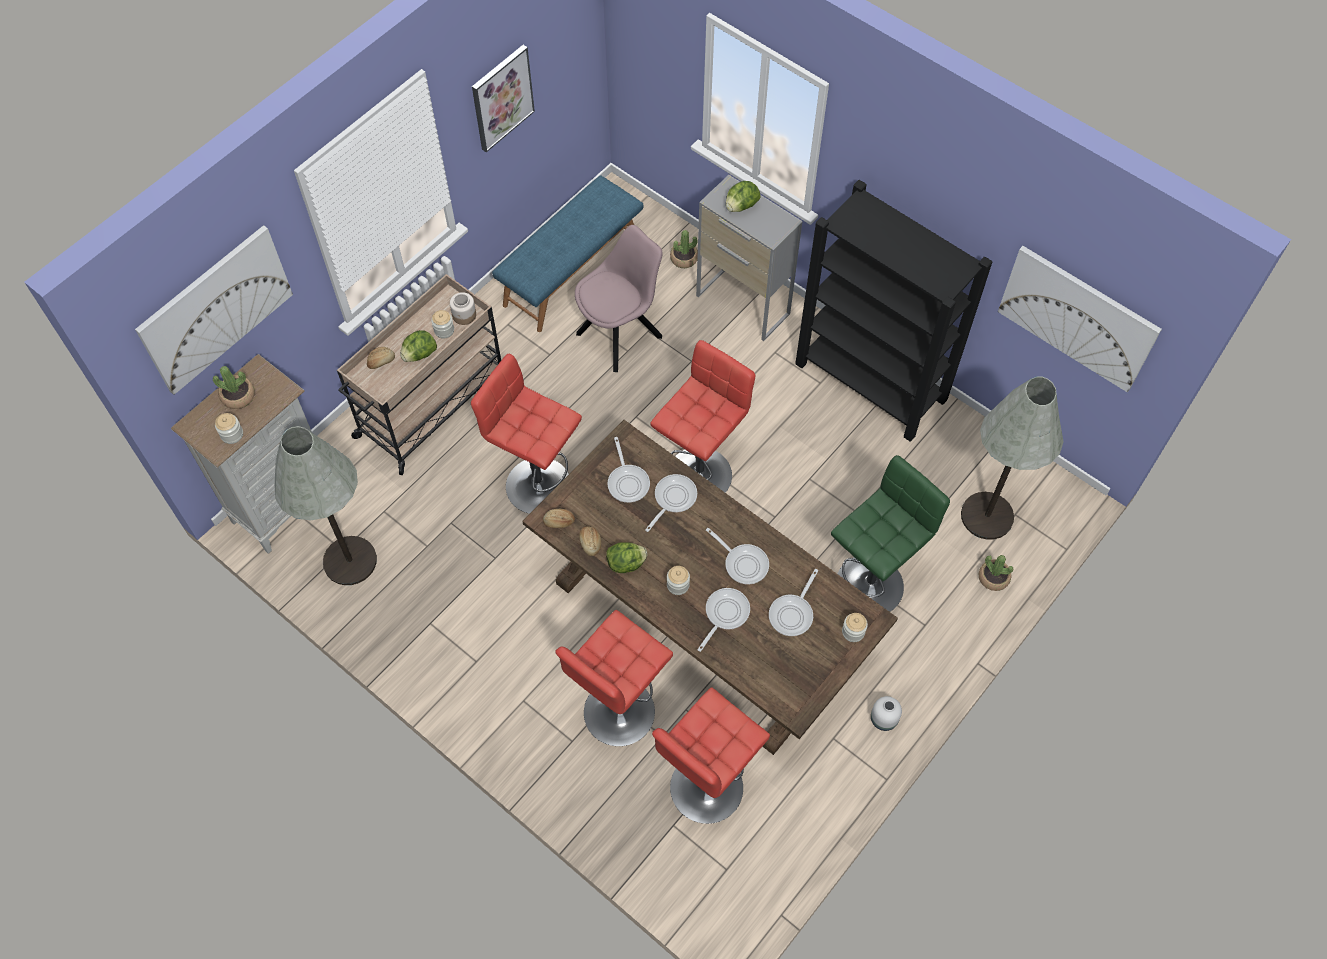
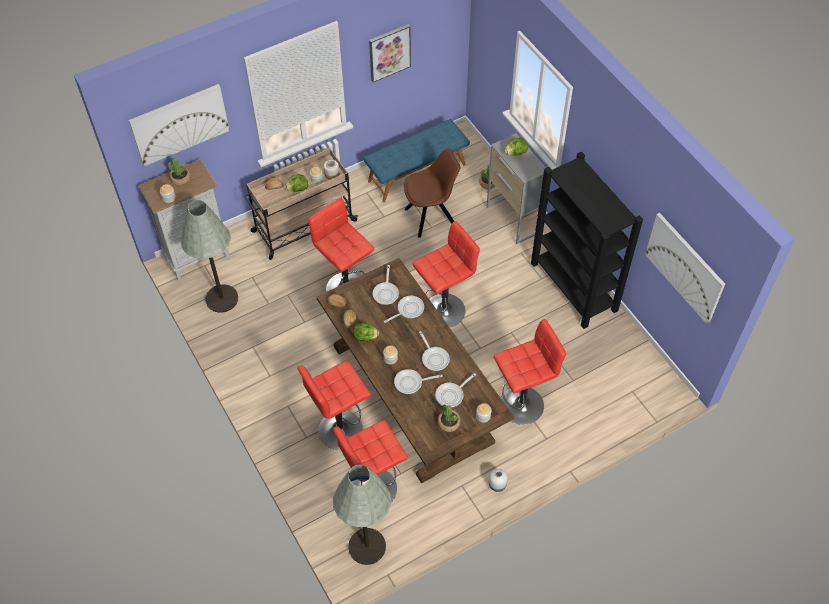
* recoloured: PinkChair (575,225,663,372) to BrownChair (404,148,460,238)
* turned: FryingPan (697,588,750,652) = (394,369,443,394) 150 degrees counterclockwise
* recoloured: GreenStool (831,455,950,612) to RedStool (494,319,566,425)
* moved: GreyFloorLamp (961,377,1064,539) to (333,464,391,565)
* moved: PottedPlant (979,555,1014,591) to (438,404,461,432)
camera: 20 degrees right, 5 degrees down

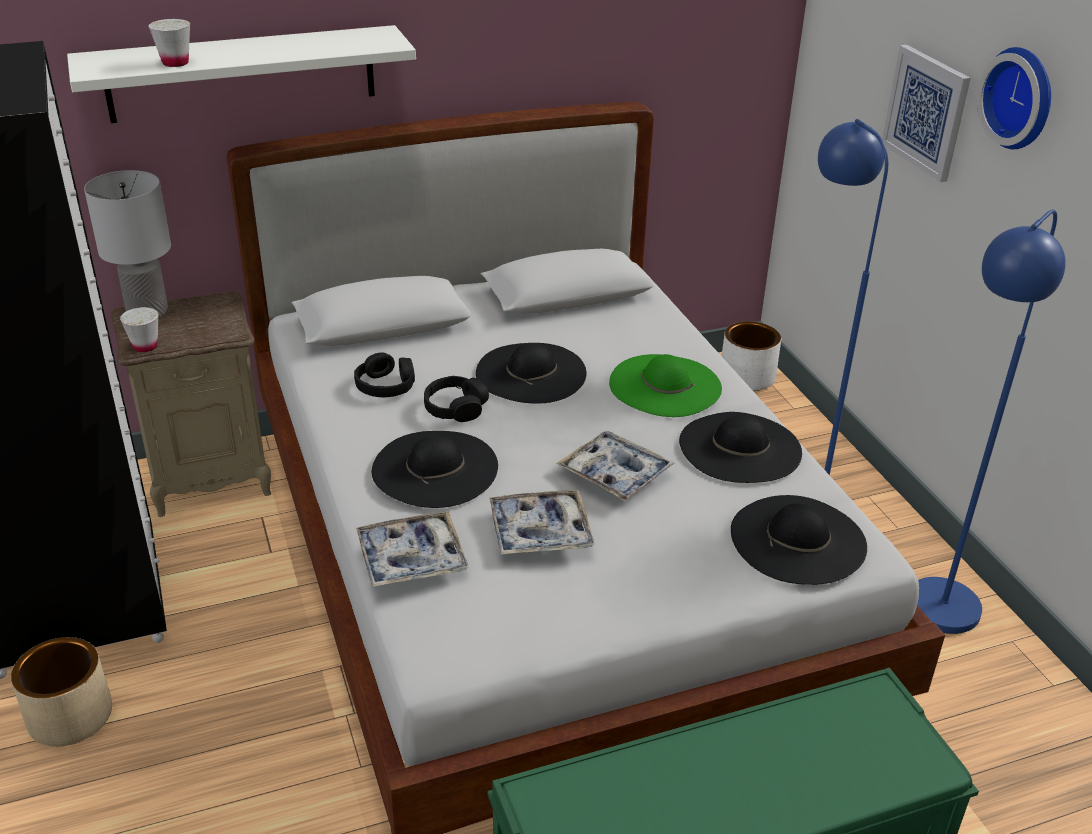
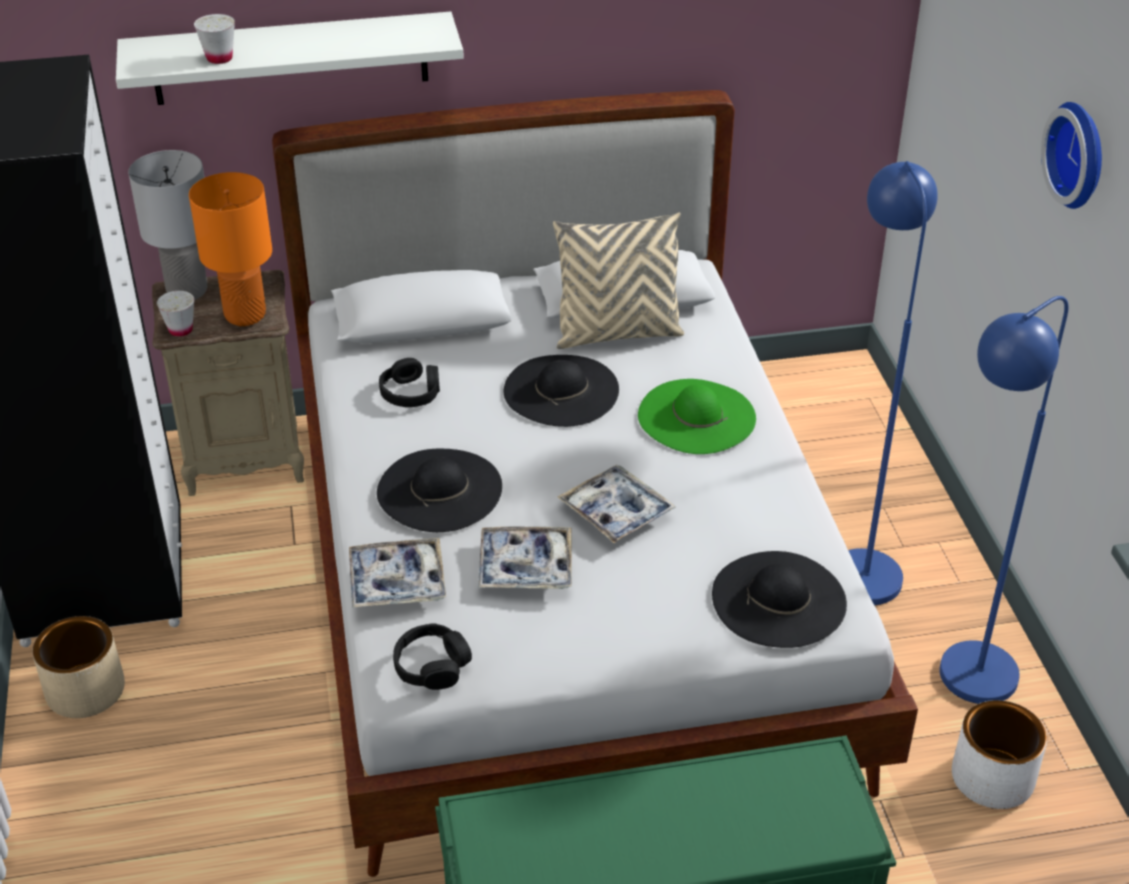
* moved: BlackHeadphones (424,376,489,422) to (393,624,472,690)
* removed: BlackHat (679,412,802,483)
* moved: WhitePlanter (722,321,781,391) to (952,700,1047,809)
* removed: Picture (882,45,971,182)
* added: OrangeTableLamp (189,172,272,326)
* added: BeigePillow (553,213,684,349)
camera: 10 degrees right, 5 degrees up

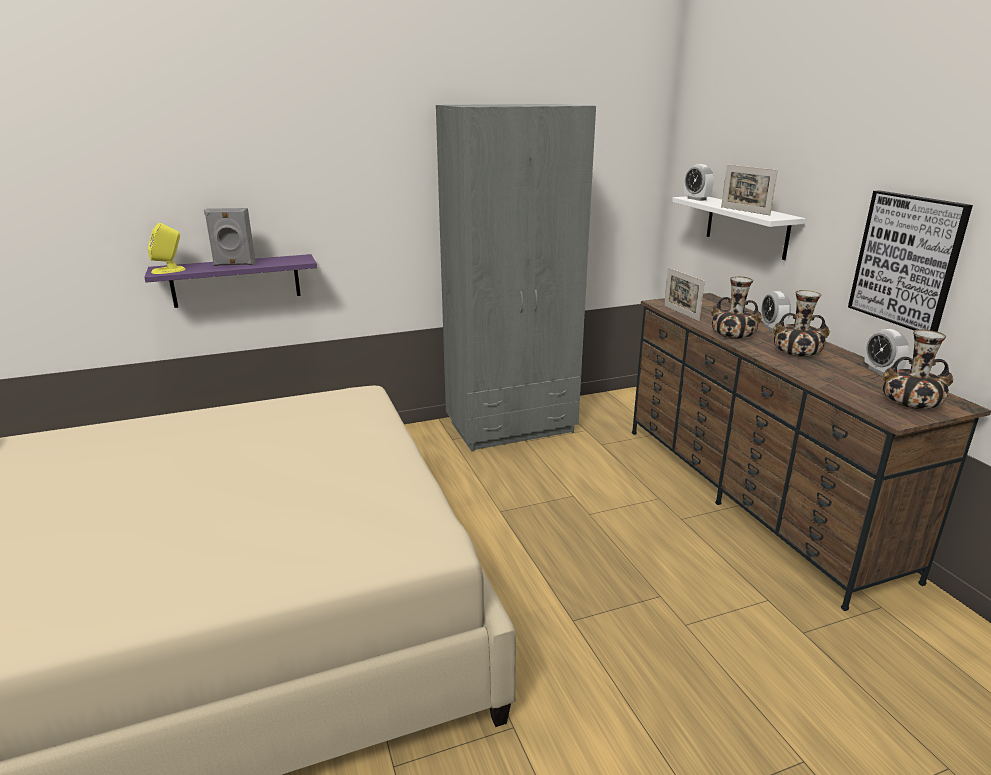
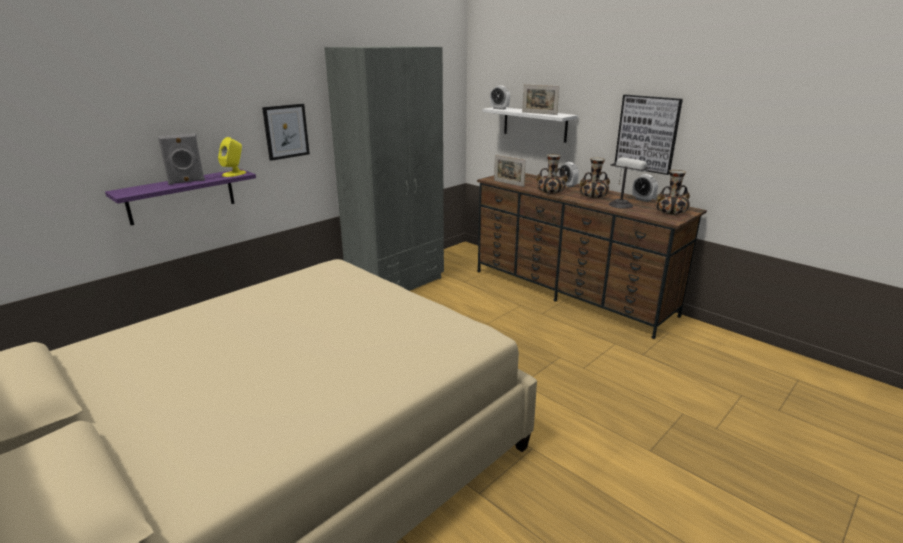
* moved: YellowSpeaker (148,223,185,274) to (218,137,246,177)
* added: Picture (262,104,310,161)
* added: TableLamp (609,157,649,209)
camera: 25 degrees left, 0 degrees up

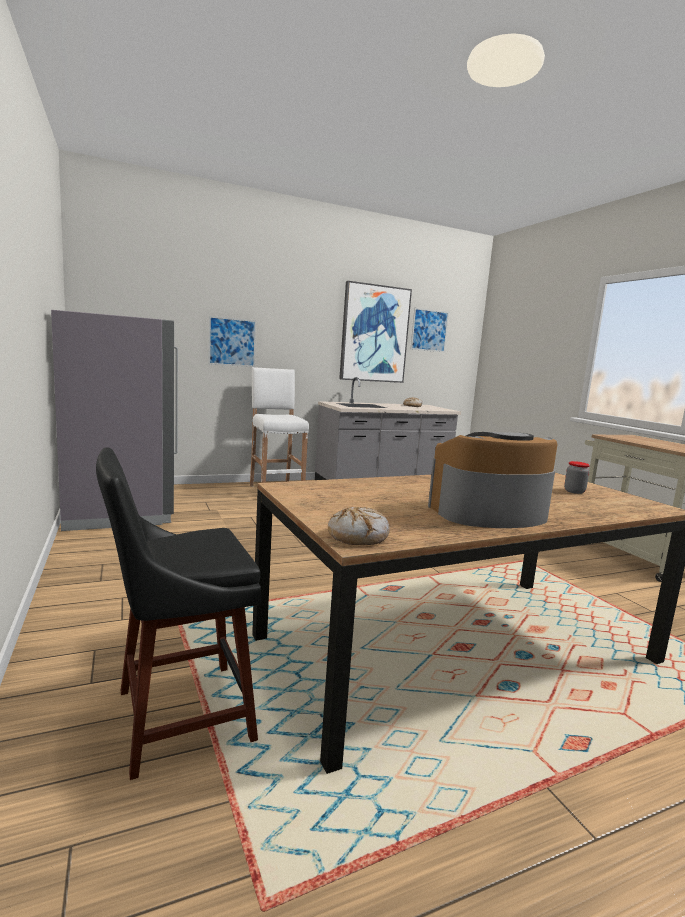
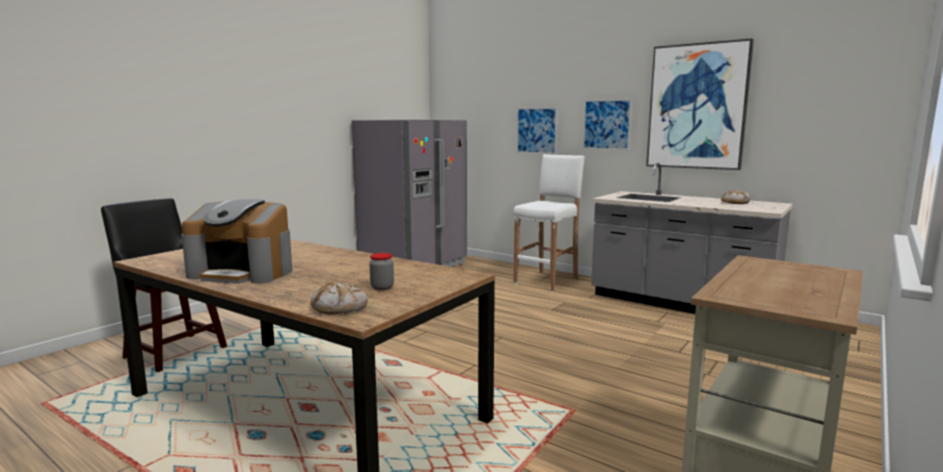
* moved: Bread (328,507,390,545) to (311,281,368,315)
* moved: Picture (410,308,449,352) to (583,99,632,150)
* turned: CoffeeMachine (428,432,558,528) = (182,199,292,284) 150 degrees clockwise
camera: 60 degrees right, 0 degrees up

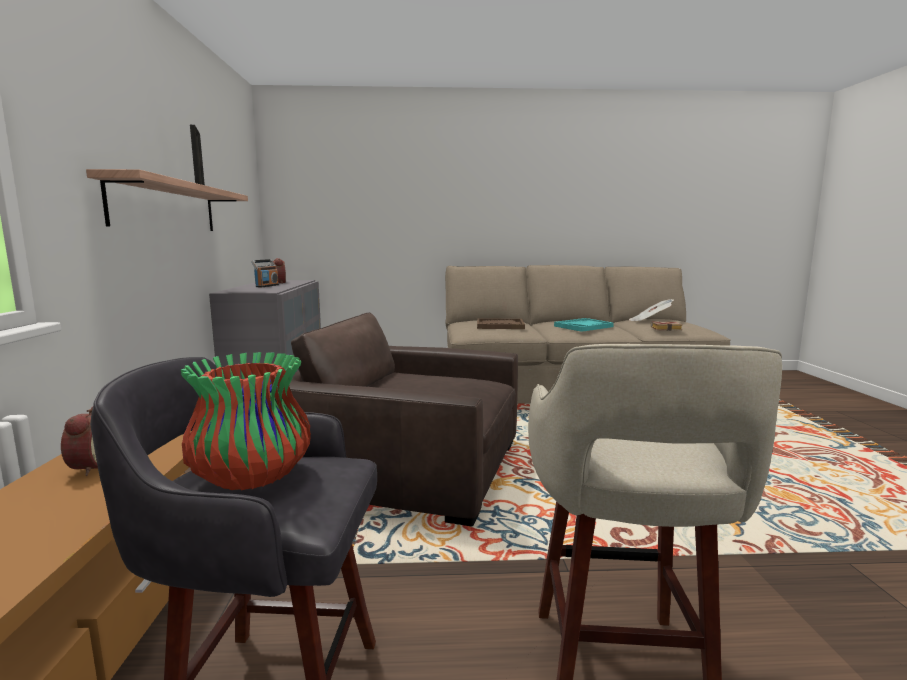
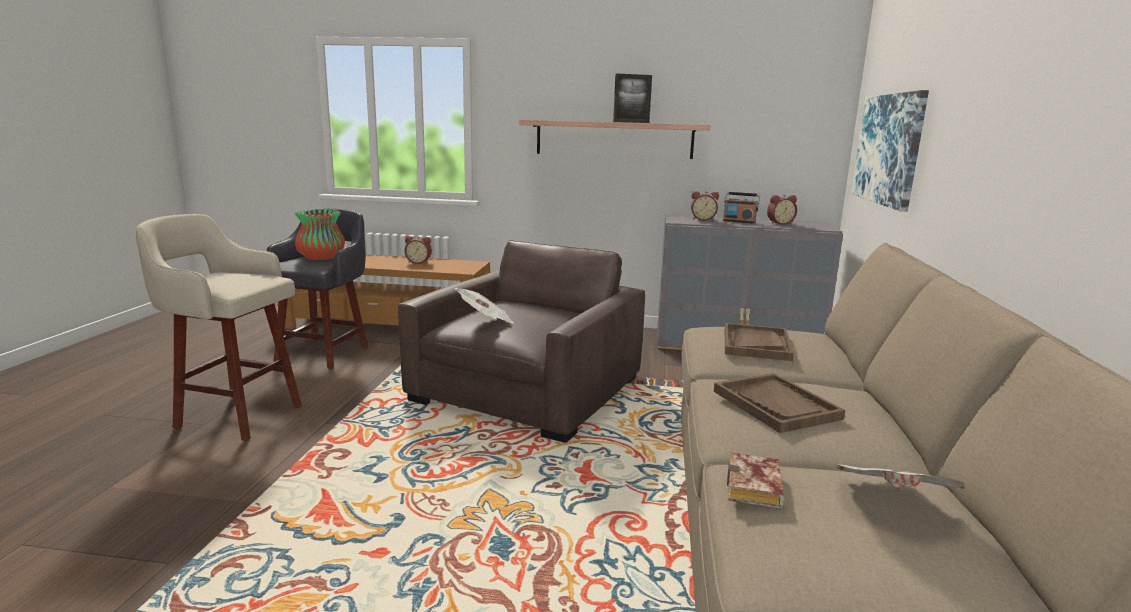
* recoloured: TurquoiseTray (554,318,614,332) to BrownTray (714,373,845,433)
* added: Newspaper (455,288,514,323)
* added: AlarmClock (691,191,719,221)
* added: Picture (851,90,929,212)
camera: 100 degrees right, 5 degrees up

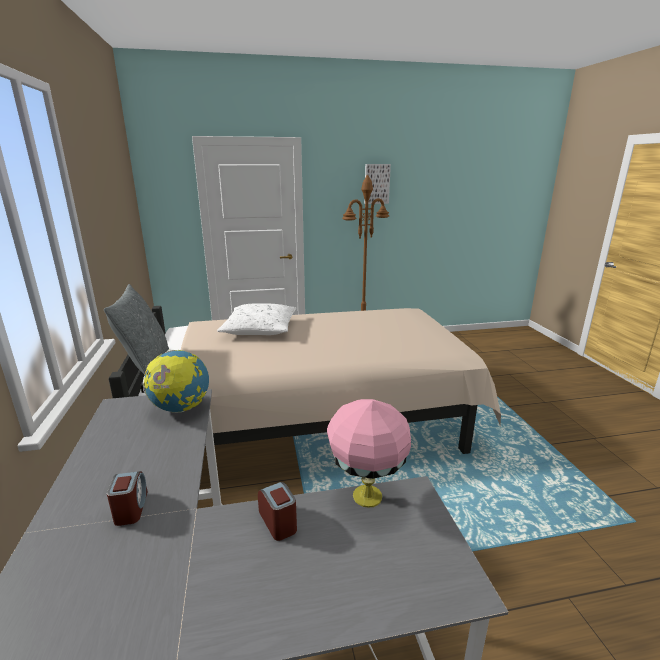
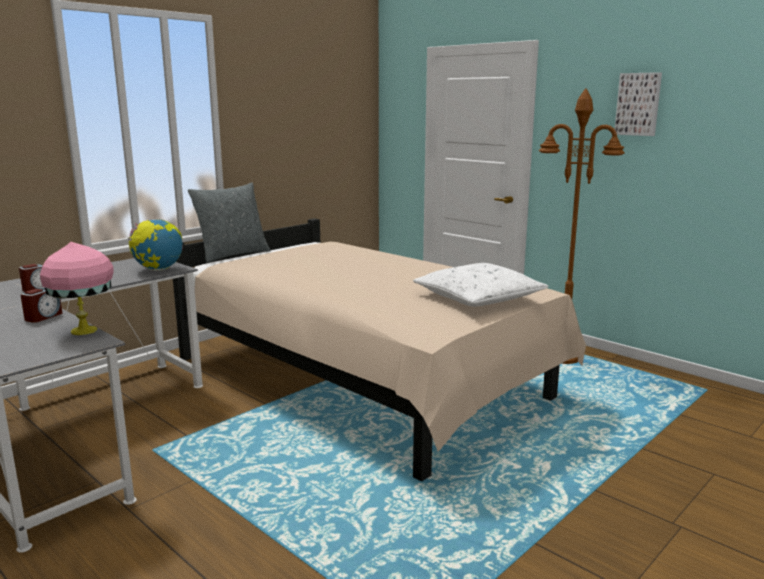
* moved: WhitePillow (217,303,296,335) to (413,263,549,307)
camera: 55 degrees right, 5 degrees down

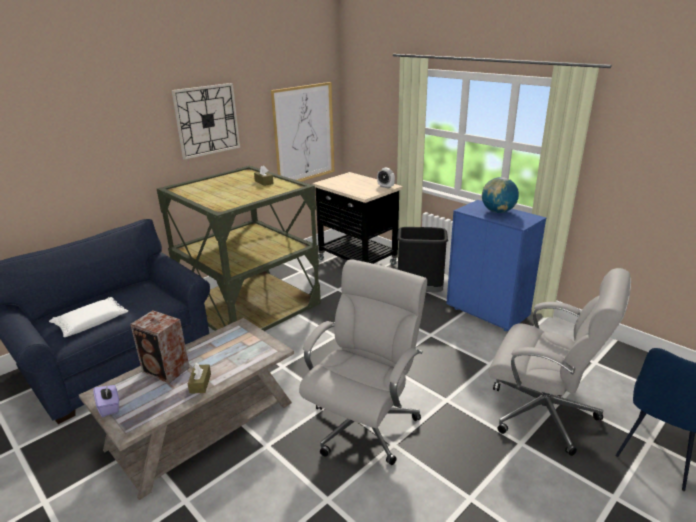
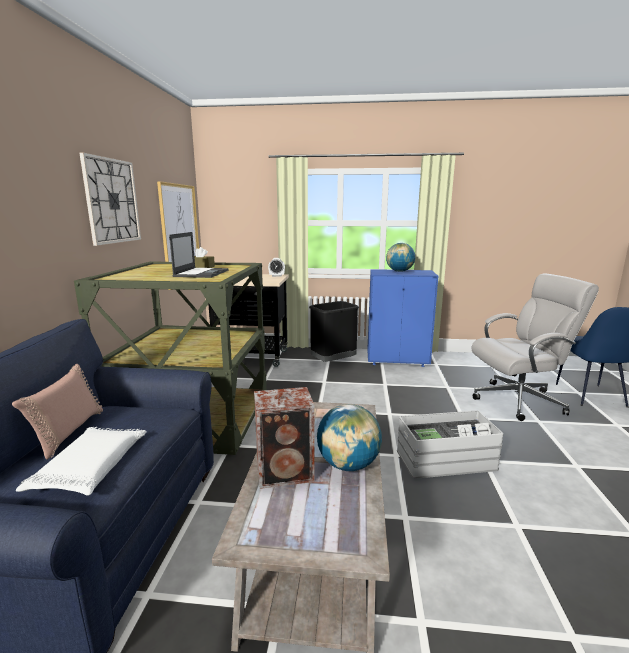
* removed: PurpleTissueBox (93,385,119,417)
* replaced: BrownTissueBox (188,363,211,394) to Globe (317,404,382,471)
* replaced: GreyOfficeChair (299,259,427,465) to GreyStorageBox (397,411,504,479)
* added: BeigePillow (12,364,103,460)
* added: Laptop (169,232,229,278)
camera: 40 degrees left, 10 degrees down

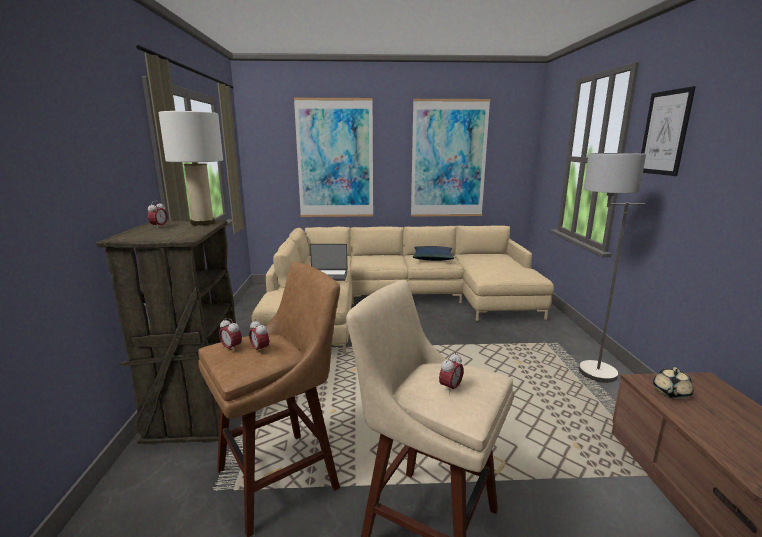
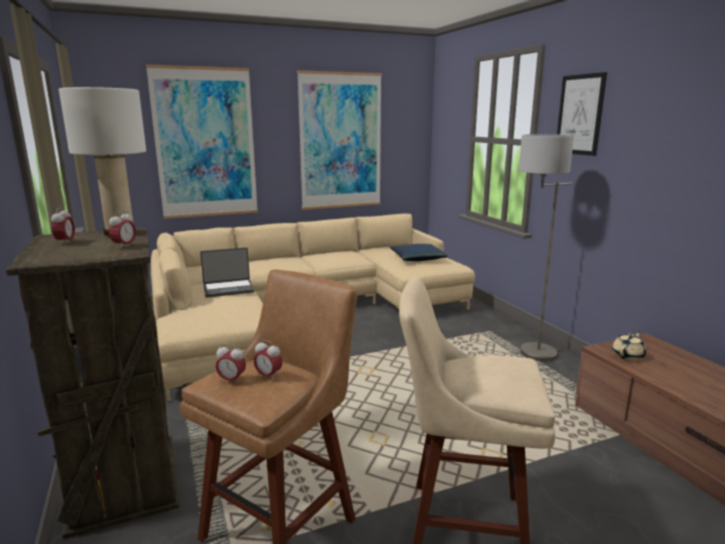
* moved: BluePillow (413,246,454,261) to (390,244,448,261)
* moved: AlarmClock (439,352,464,395) to (109,210,136,249)
* turned: BeigeTeapot (653,367,693,399) = (612,332,646,361) 150 degrees counterclockwise
camera: 20 degrees left, 0 degrees up

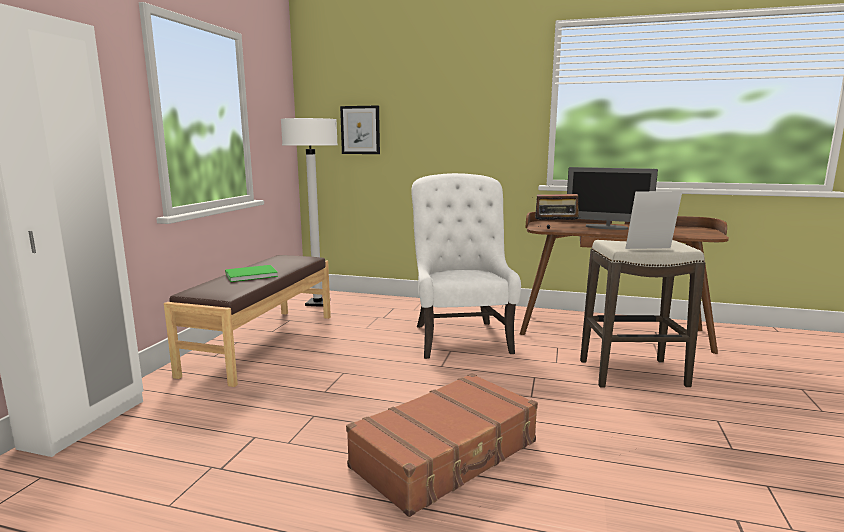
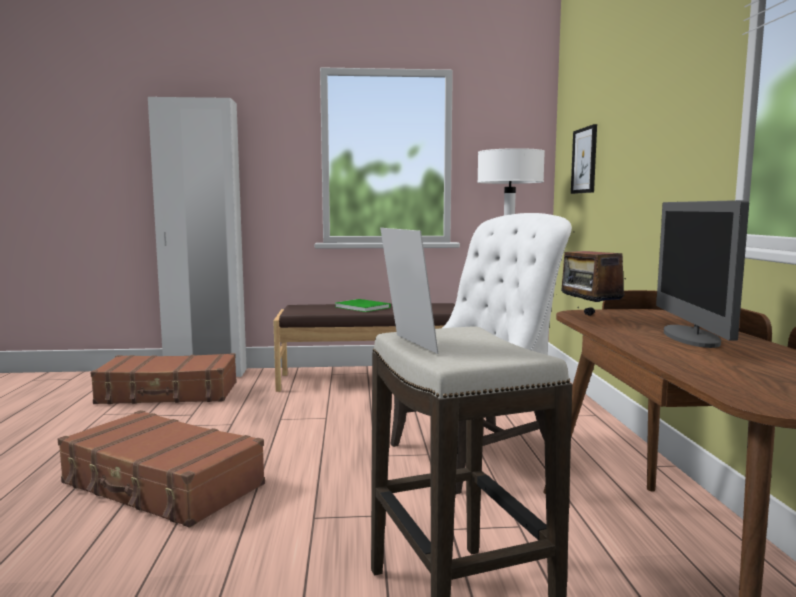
* added: BrownSuitcase (91,353,237,404)
camera: 70 degrees right, 5 degrees down

